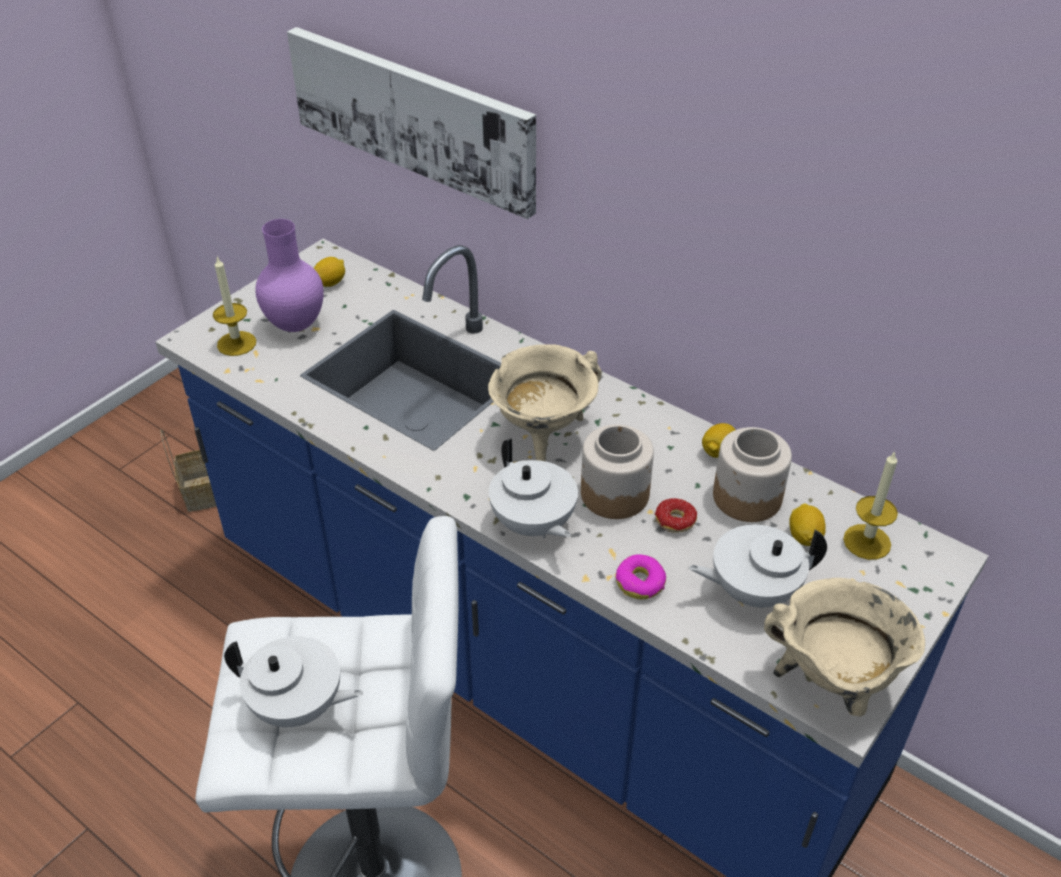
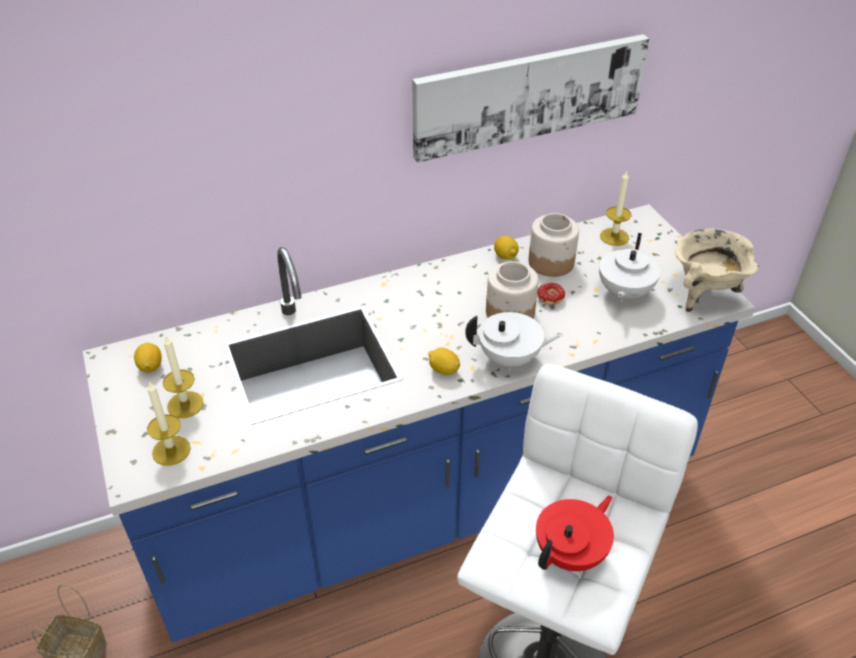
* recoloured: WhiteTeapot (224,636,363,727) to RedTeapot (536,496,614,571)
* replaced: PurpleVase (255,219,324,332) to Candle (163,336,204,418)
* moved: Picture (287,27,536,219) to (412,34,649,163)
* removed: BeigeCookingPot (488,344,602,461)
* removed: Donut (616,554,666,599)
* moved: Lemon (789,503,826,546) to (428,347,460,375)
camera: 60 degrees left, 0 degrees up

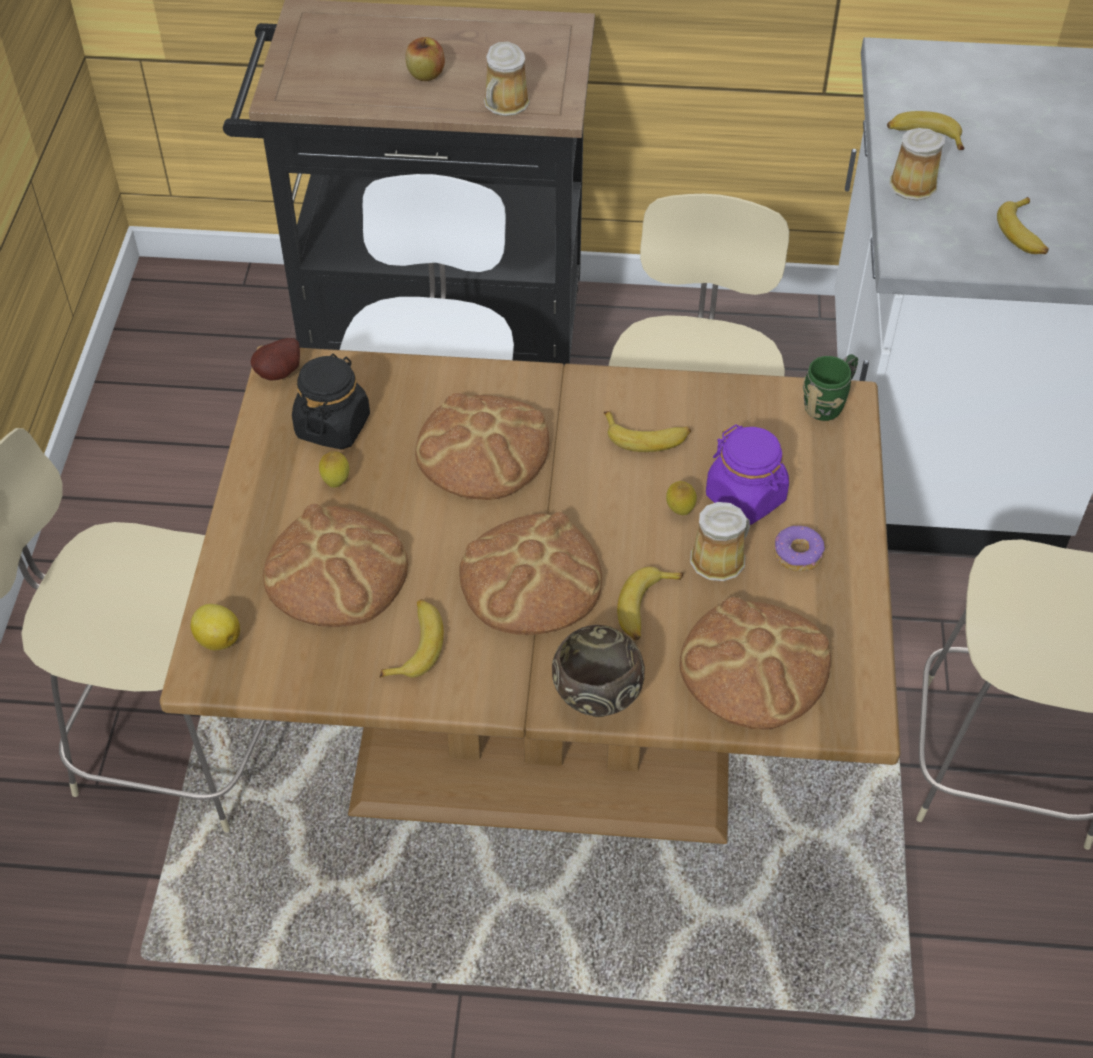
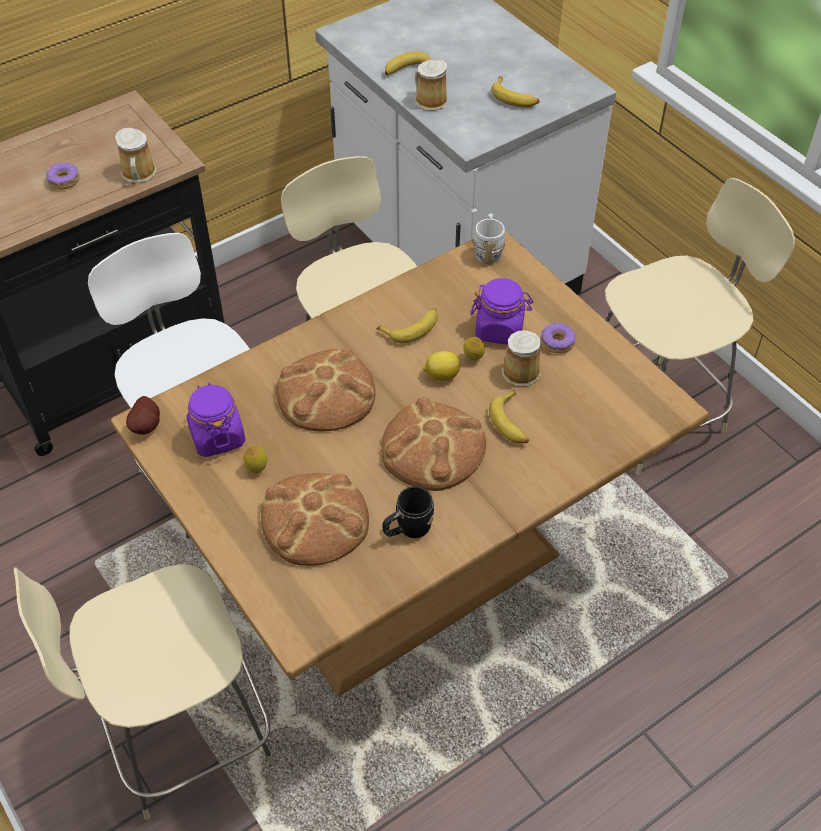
* moved: Lemon (191,604,240,650) to (423,351,460,381)
* recoloured: BlackJar (292,353,370,450) to PurpleJar (186,382,245,457)
* replaced: Banana (380,599,444,678) to BlackMug (382,486,435,538)
* replaced: Apple (405,37,445,81) to Donut (46,163,79,190)
* removed: BrownBowl (552,625,645,717)
* removed: Bread (679,597,831,730)
* recoloured: GreenMug (803,354,858,421) to WhiteMug (473,214,506,264)
camera: 40 degrees left, 0 degrees up

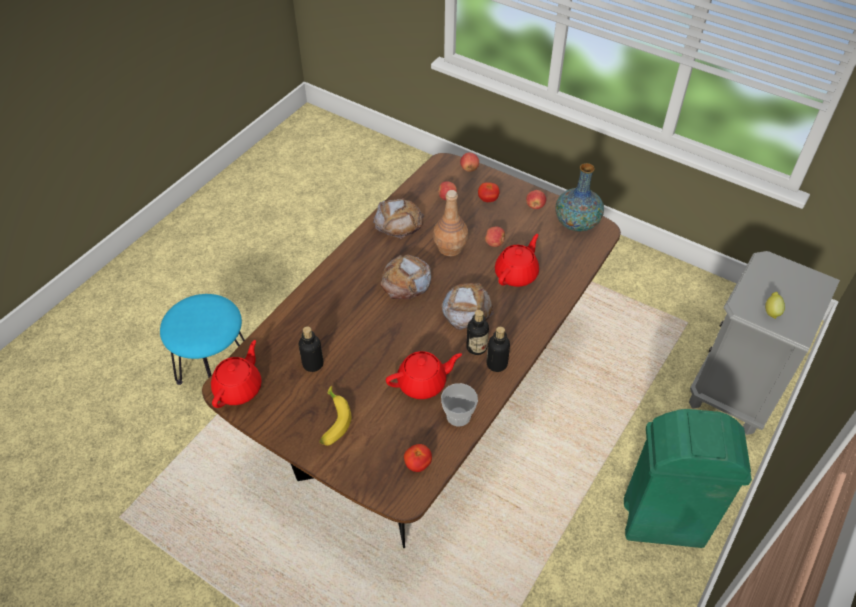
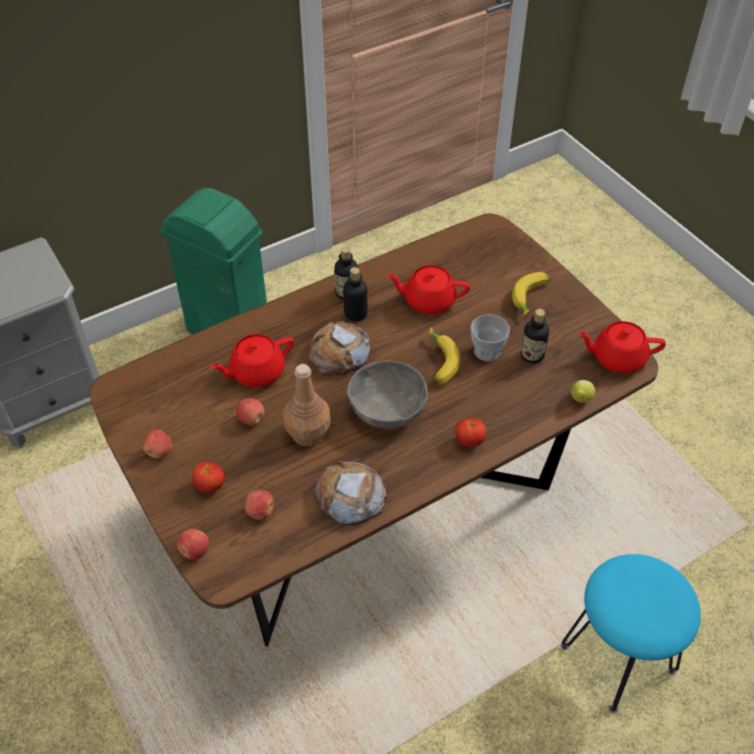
* turned: RedTeapot (211,340,262,408) = (578,321,666,373) 45 degrees clockwise
* replaced: Bread (380,255,431,299) to GreyBowl (347,361,428,429)
* moved: Tomato (404,444,432,472) to (455,418,486,447)
* moved: Cup (441,383,478,427) to (471,314,510,361)
* removed: Vase (555,163,604,232)
* moved: Lemon (765,292,785,319) to (571,380,595,403)
* added: Banana (429,327,461,385)
camera: 155 degrees left, 0 degrees up

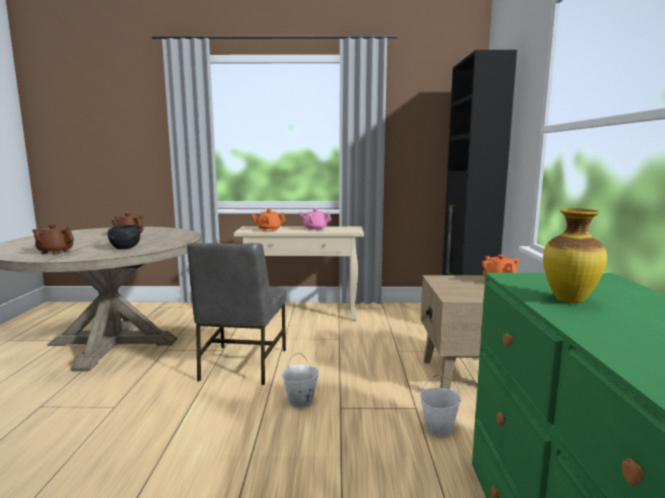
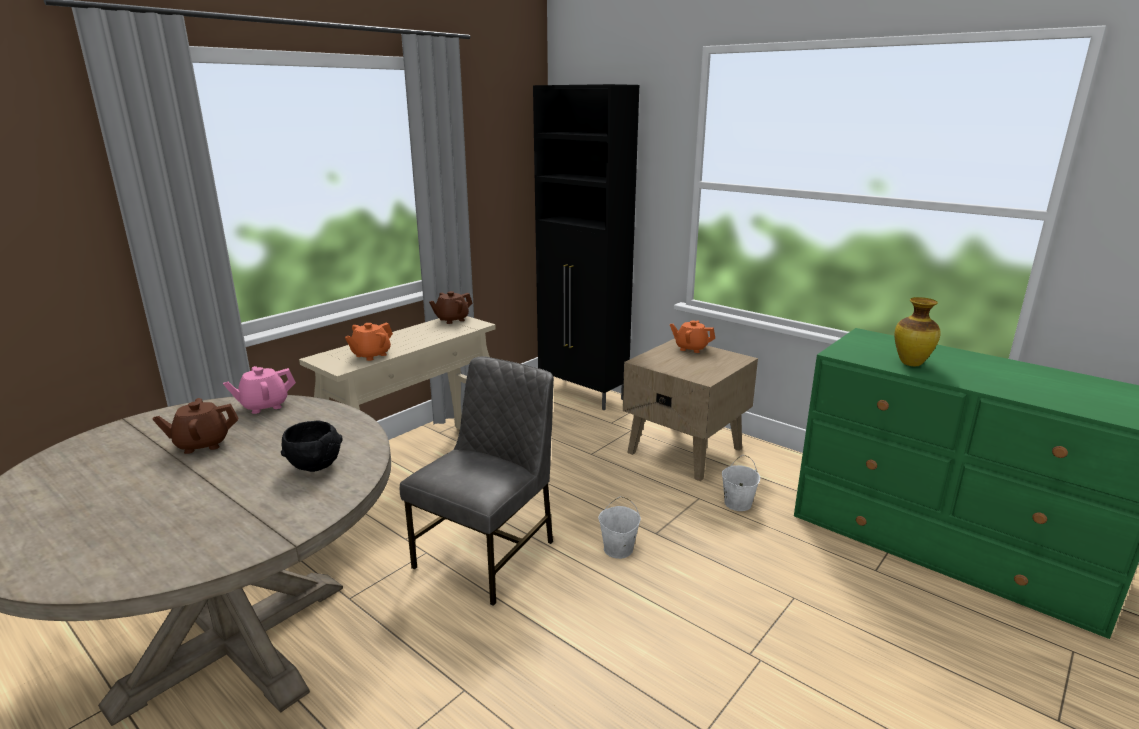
* moved: BrownTeapot (32,224,74,255) to (429,291,472,324)
* turned: GreyChair (187,242,286,385) = (400,356,554,606) 105 degrees counterclockwise
* moved: PinkTeapot (299,209,331,231) to (223,366,296,414)
camera: 50 degrees left, 10 degrees up

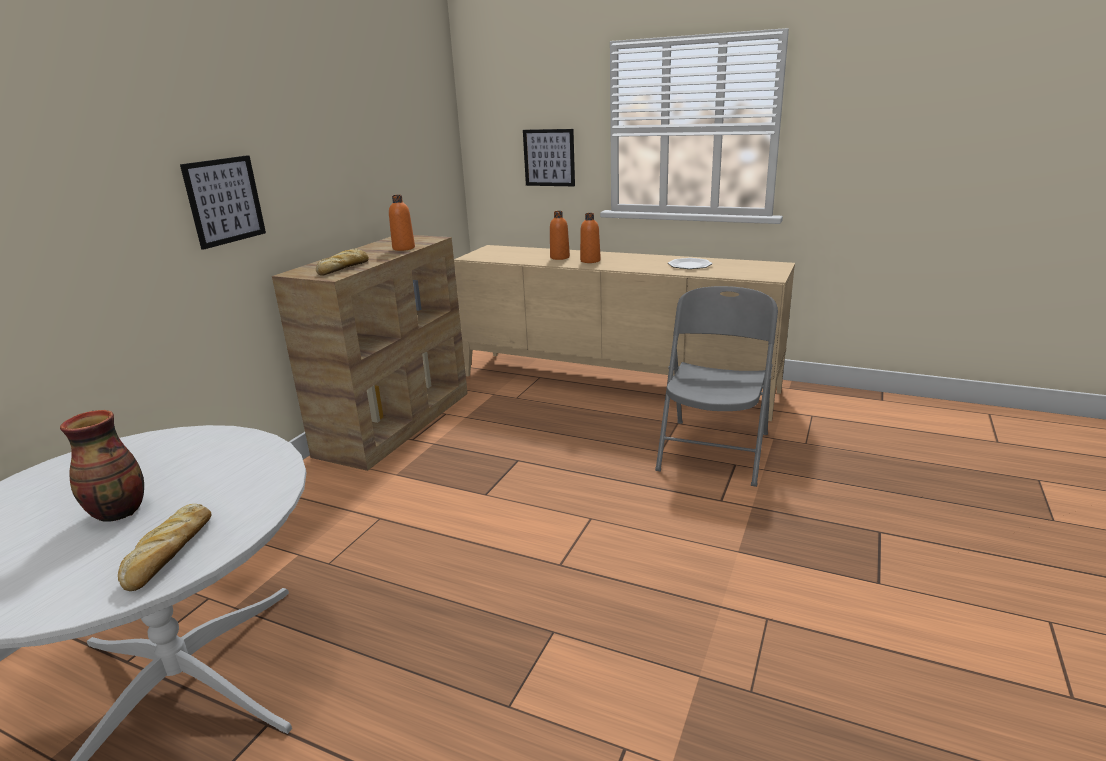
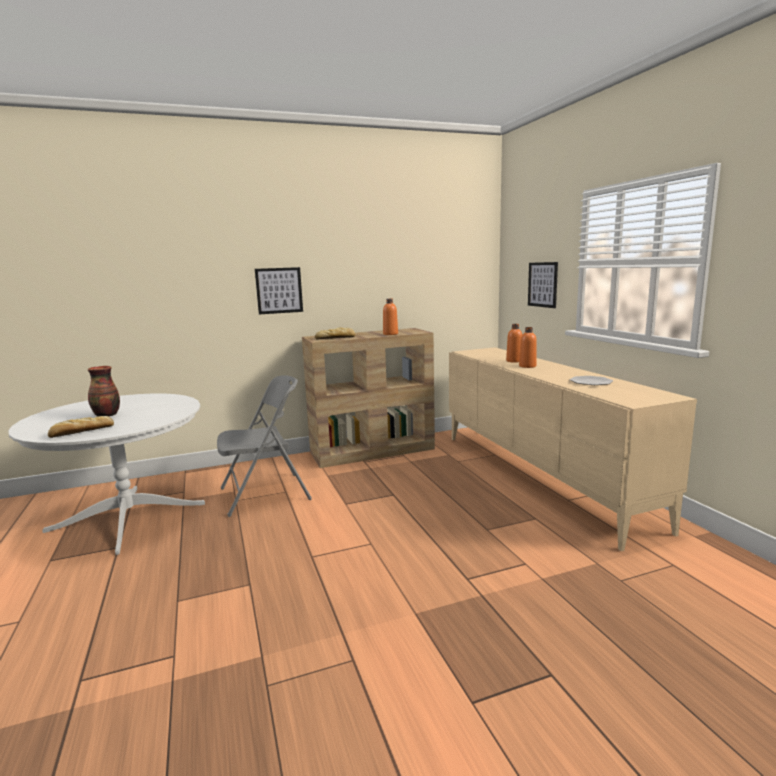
* moved: GreyChair (655,286,778,487) to (217,375,312,517)
camera: 45 degrees right, 10 degrees down

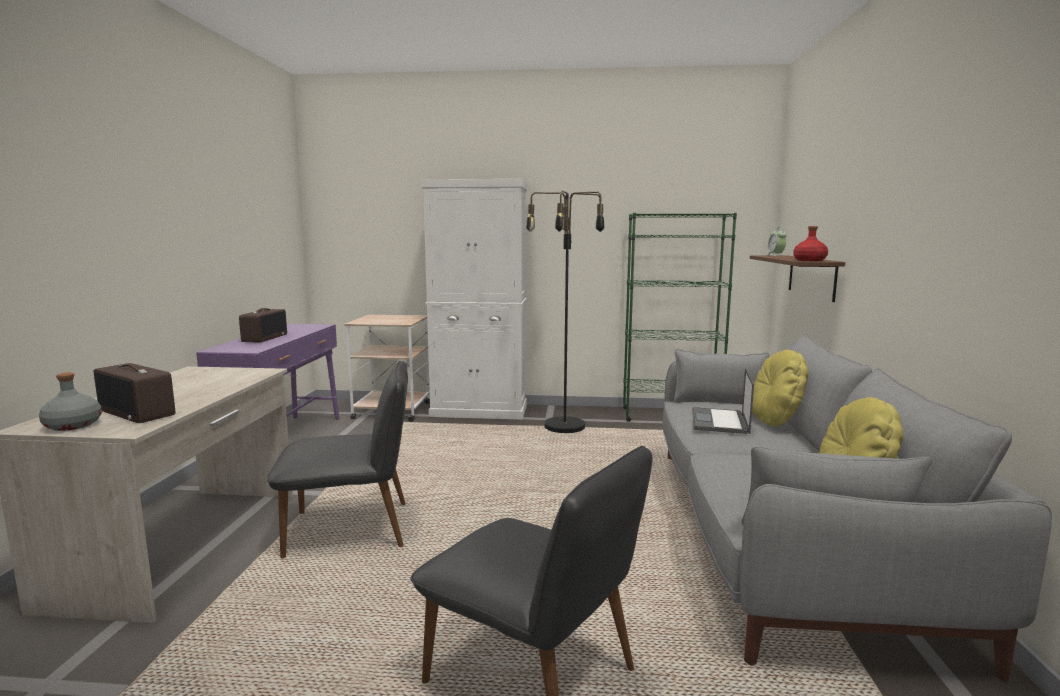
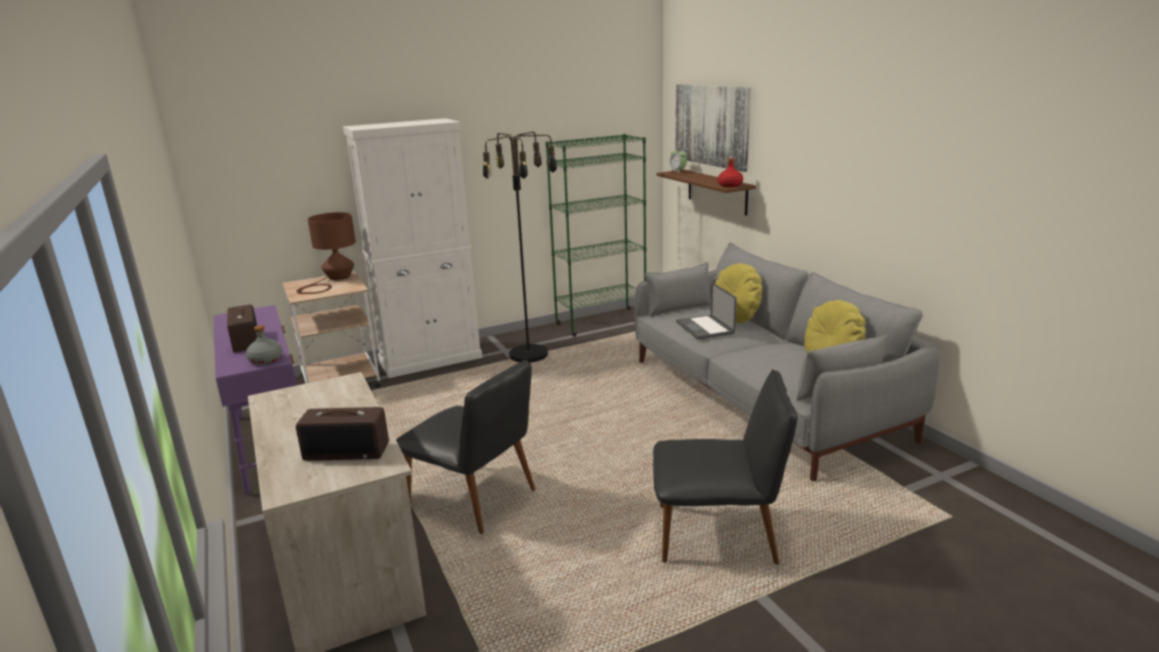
* moved: GreyBottle (39,372,102,431) to (246,325,283,365)
* turned: BlackChair (267,361,408,558) = (396,360,535,534) 75 degrees clockwise
* added: BrownTableLamp (296,212,356,294)
* added: Picture (676,84,751,172)
camera: 30 degrees left, 10 degrees up

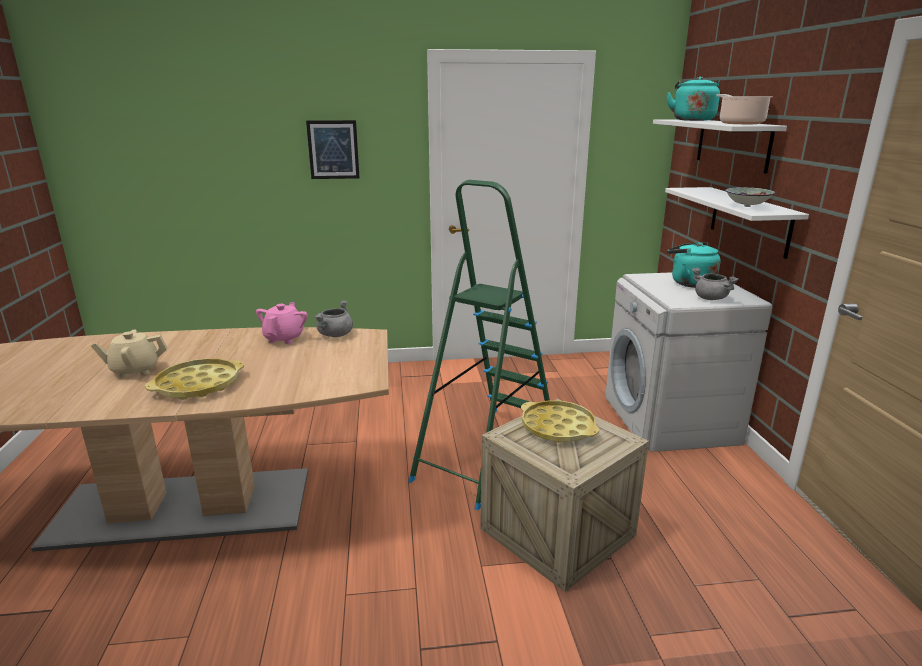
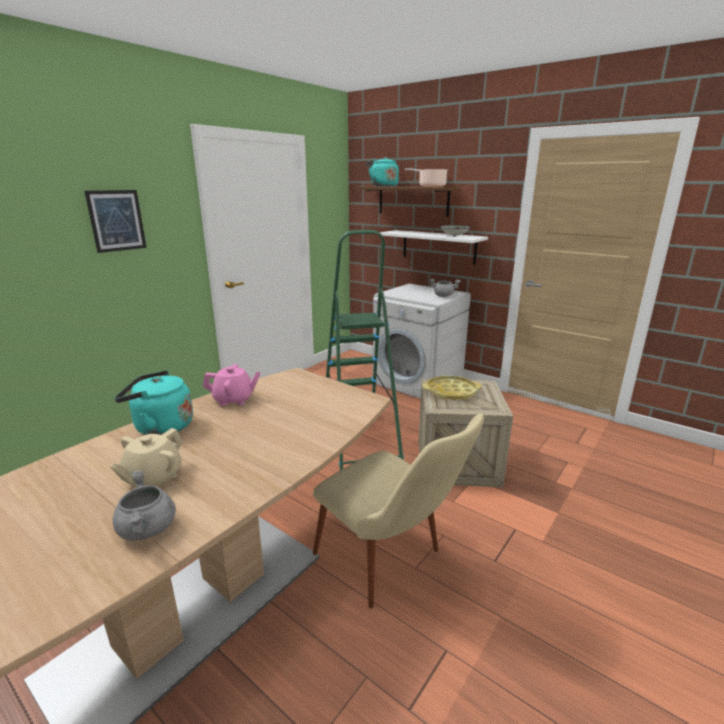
* removed: YellowTray (145,358,244,400)
* turned: PinkTeapot (256,302,308,344) = (203,364,261,406) 120 degrees clockwise
* moved: GreyCookingPot (315,300,353,337) to (113,470,176,541)
* recoloured: WhiteShelf (653,119,787,174) to BrownShelf (354,186,460,217)
* moved: TurquoiseKettle (667,242,721,288) to (115,370,193,435)
* added: BeigeChair (313,414,484,609)
camera: 45 degrees left, 0 degrees up

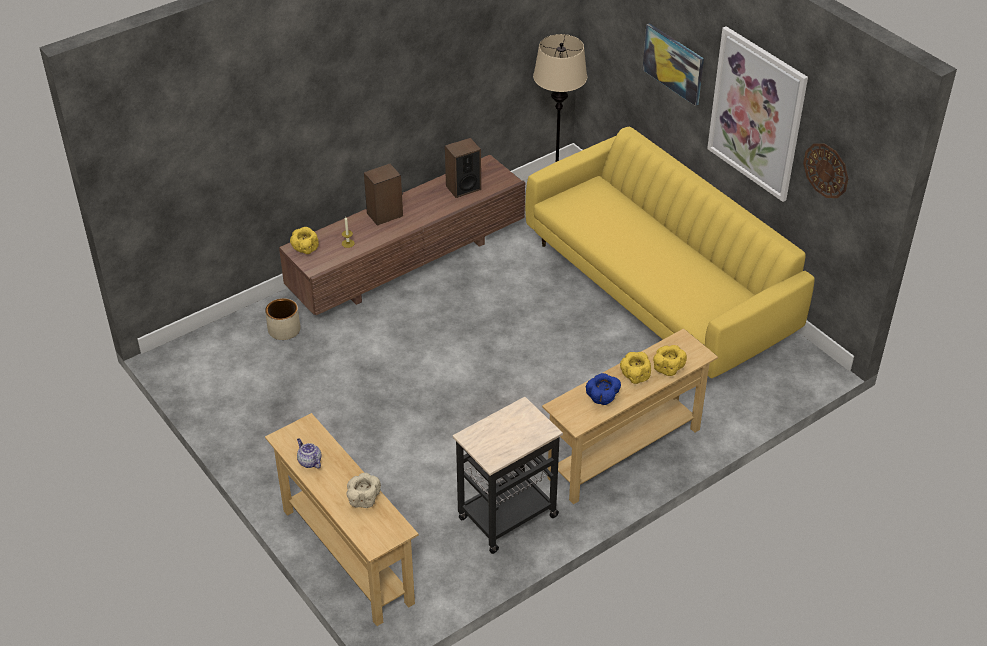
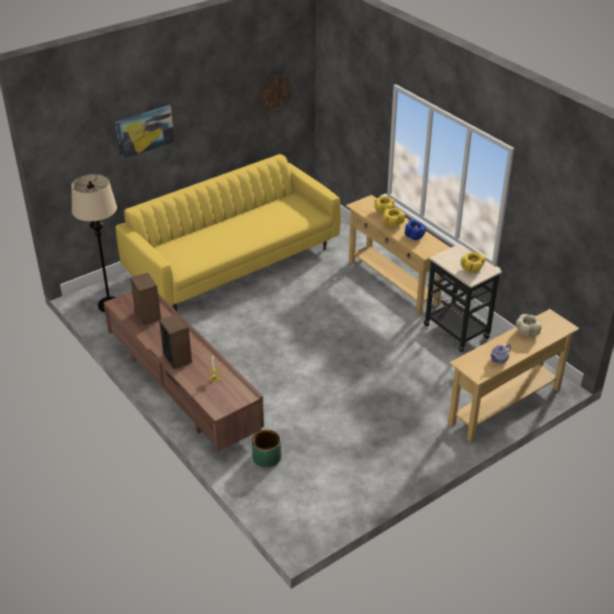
* recoloured: BeigePlanter (265,298,300,340) to GreenPlanter (252,430,281,467)
* moved: YellowBowl (290,227,319,254) to (461,252,486,273)
* removed: Picture (707,26,808,202)
camera: 90 degrees left, 5 degrees down

